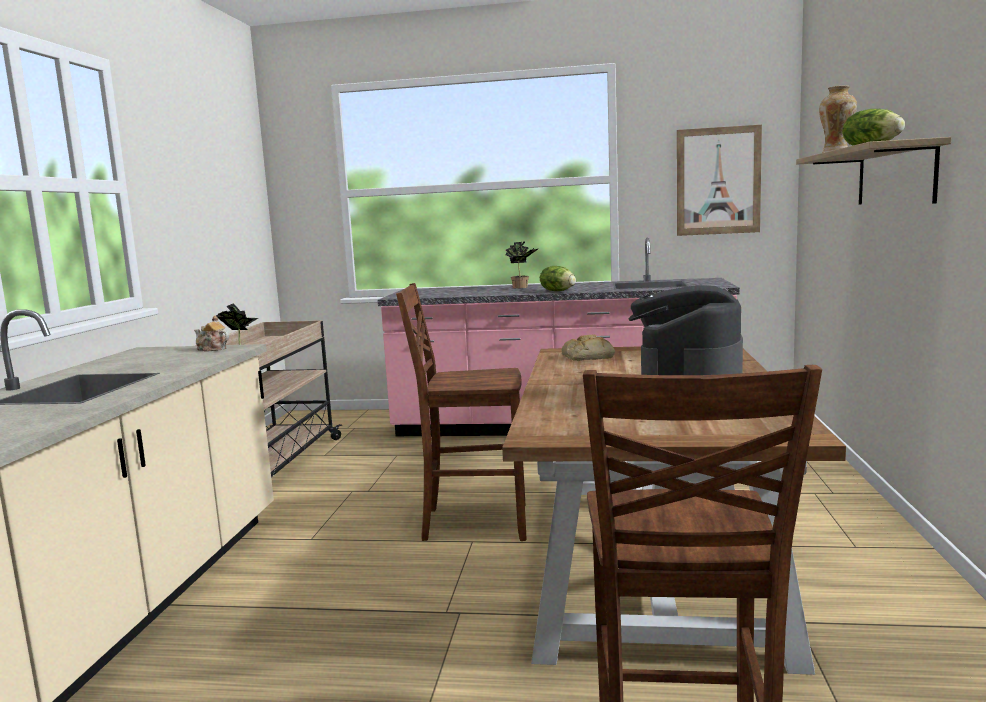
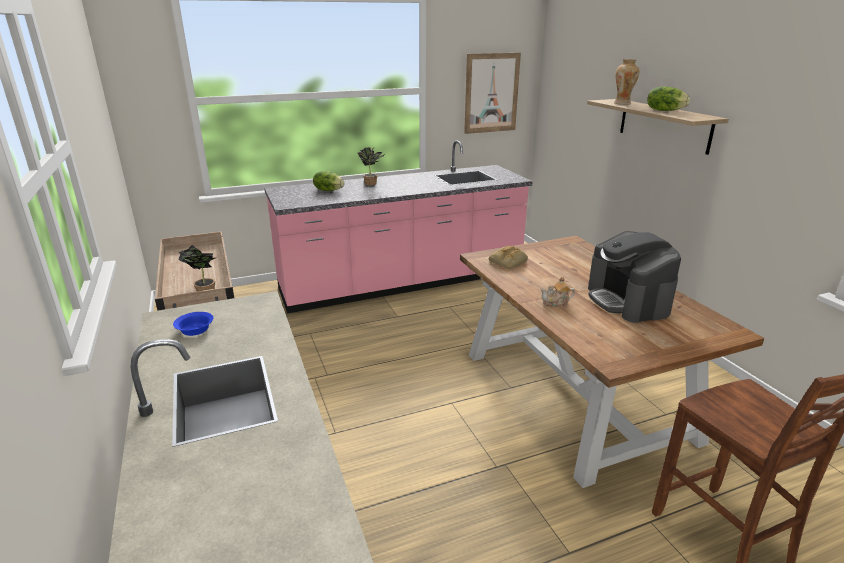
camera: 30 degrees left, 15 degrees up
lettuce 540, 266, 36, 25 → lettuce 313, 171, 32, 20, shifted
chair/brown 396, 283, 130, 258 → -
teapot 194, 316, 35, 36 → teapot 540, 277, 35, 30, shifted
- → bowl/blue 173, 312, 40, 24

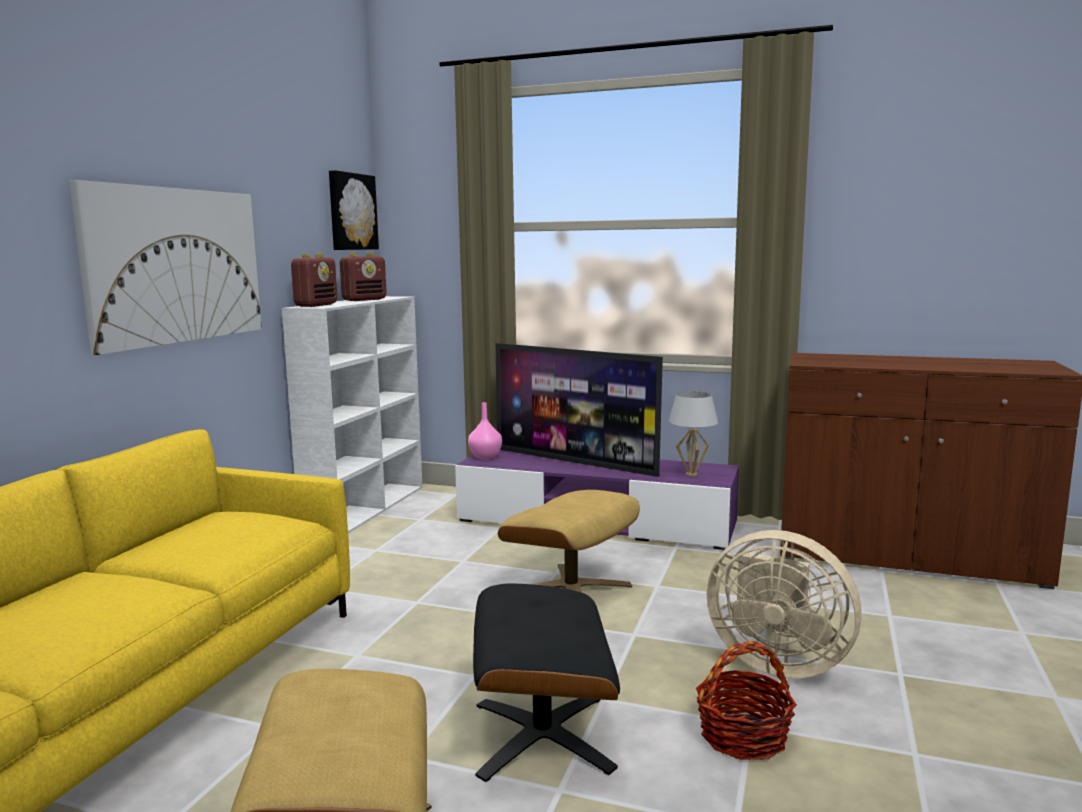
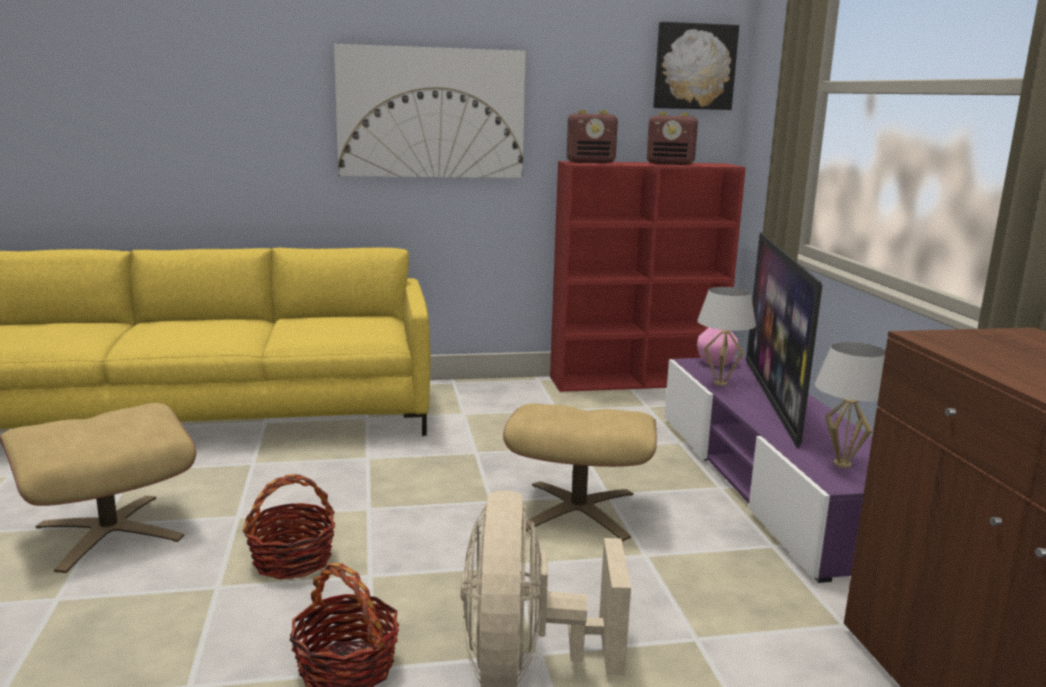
camera: 60 degrees right, 5 degrees up
bookcase/white 282, 296, 141, 237 → bookcase/red 550, 161, 196, 231
ottoman/black 473, 584, 147, 198 → basket 243, 474, 92, 106
- → table lamp/white 697, 287, 59, 99

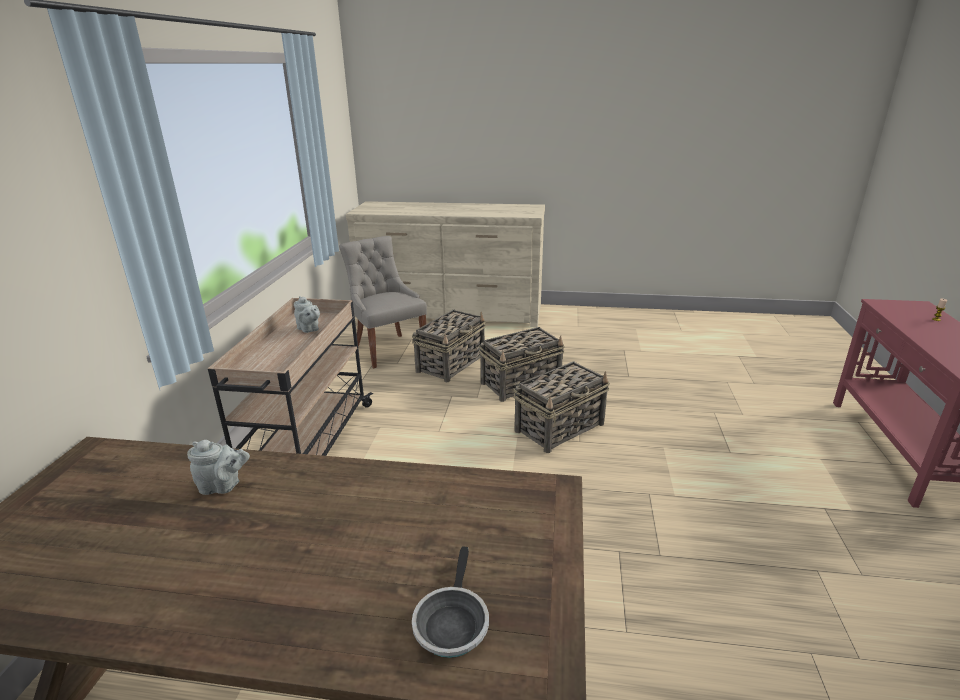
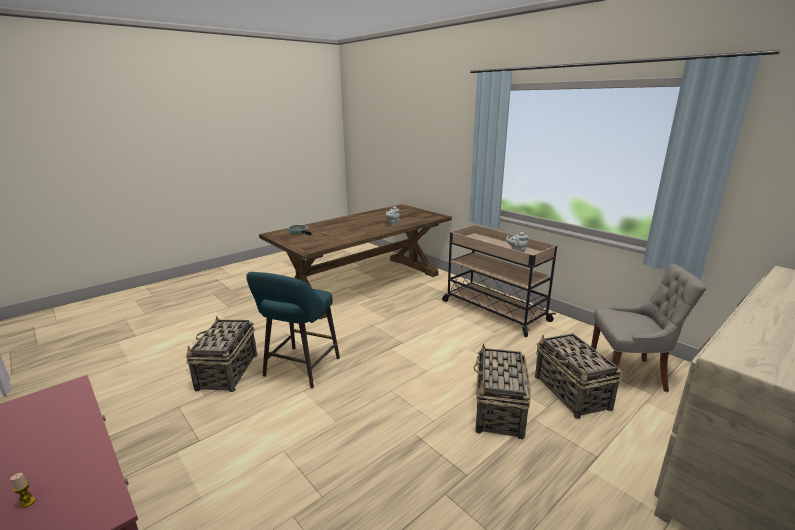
camera: 130 degrees right, 5 degrees down
basket 514, 361, 95, 92 → basket 186, 316, 71, 76, shifted
- → stool/turquoise 246, 272, 94, 116

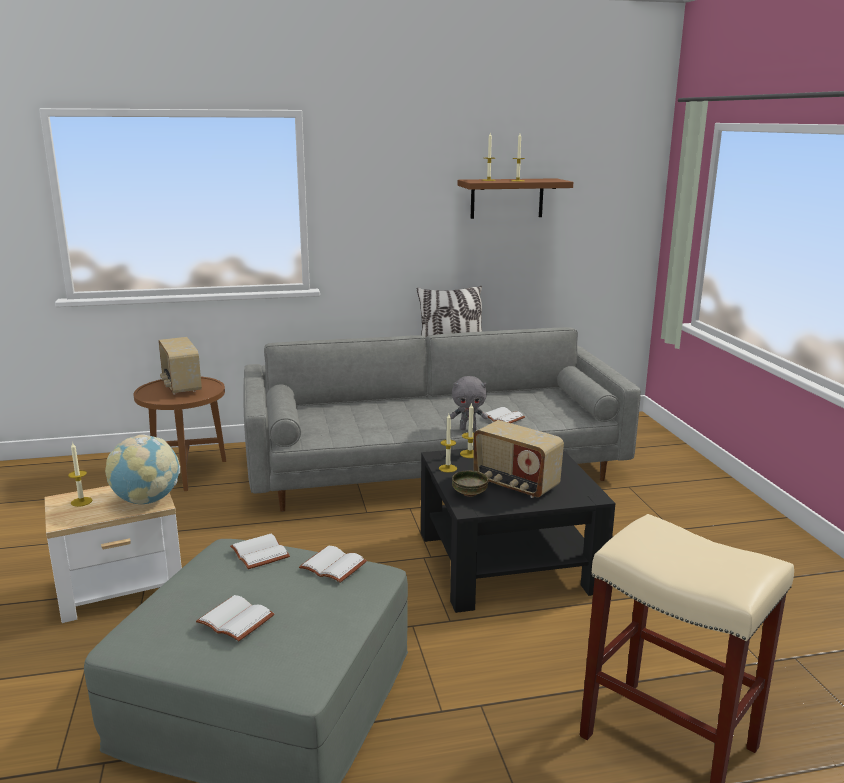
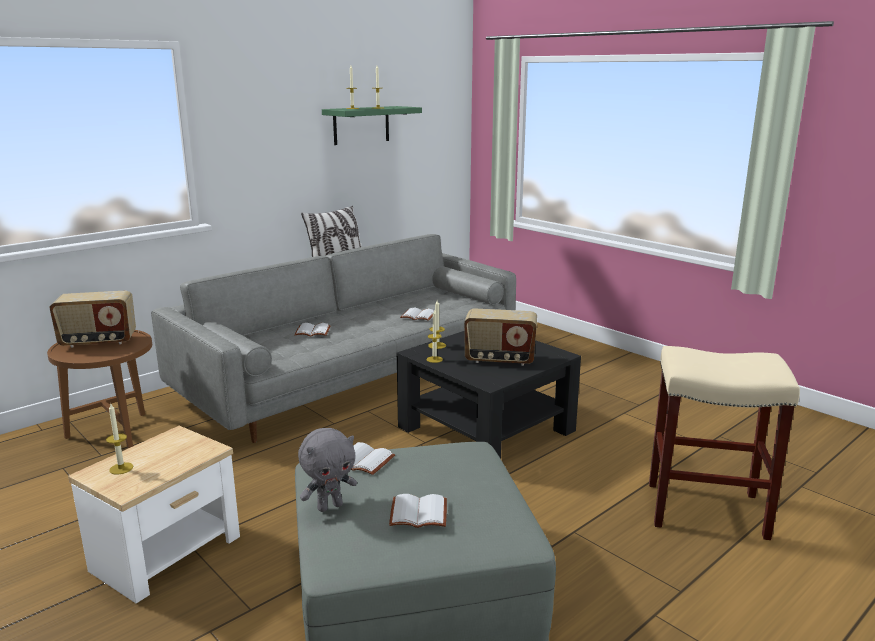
camera: 30 degrees left, 0 degrees up
shelf/brown 458, 178, 115, 41 → shelf/green 322, 106, 100, 39
radio 158, 337, 44, 58 → radio 49, 291, 87, 57, 45 degrees counterclockwise
plush toy/grey 450, 376, 38, 54 → plush toy/grey 298, 428, 59, 84, shifted
globe 105, 435, 75, 69 → -
bowl 452, 470, 36, 27 → -
book/white 299, 546, 68, 37 → book/white 294, 323, 37, 13, shifted

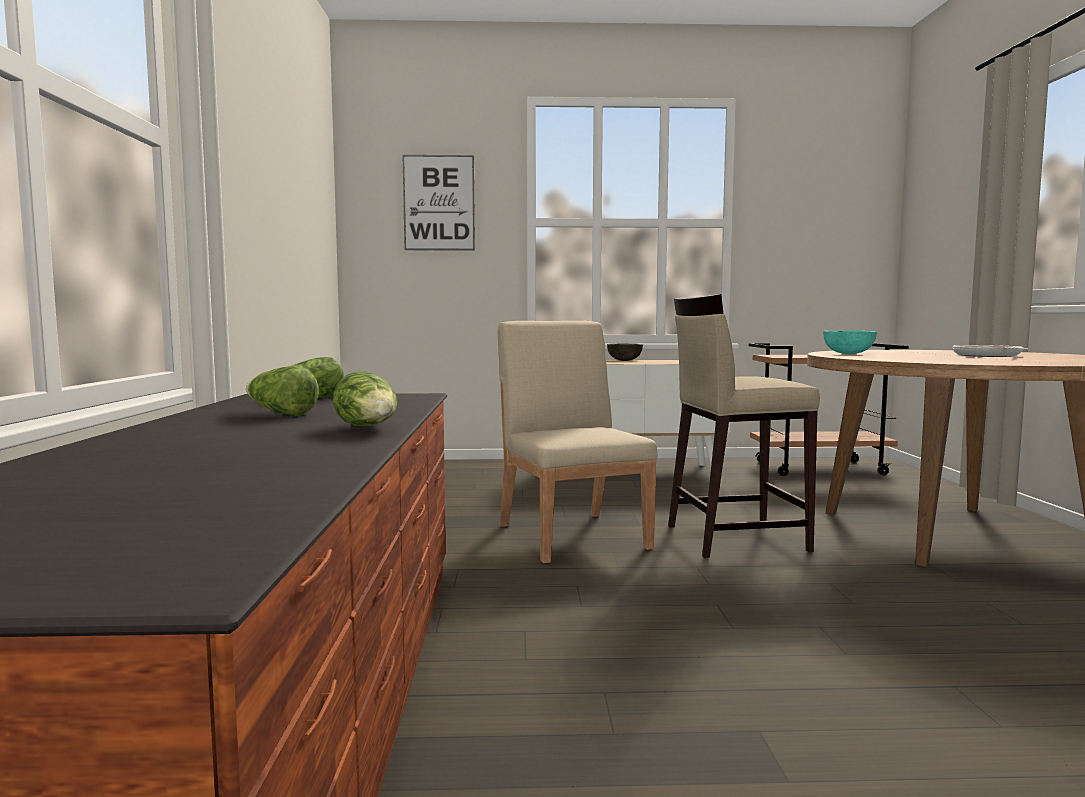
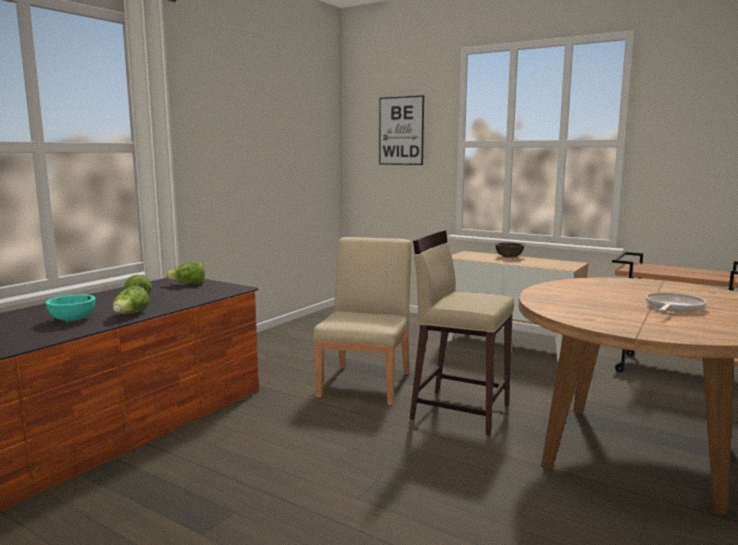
camera: 35 degrees right, 5 degrees up
bowl/turquoise 823, 331, 54, 23 → bowl/turquoise 45, 294, 51, 27, shifted

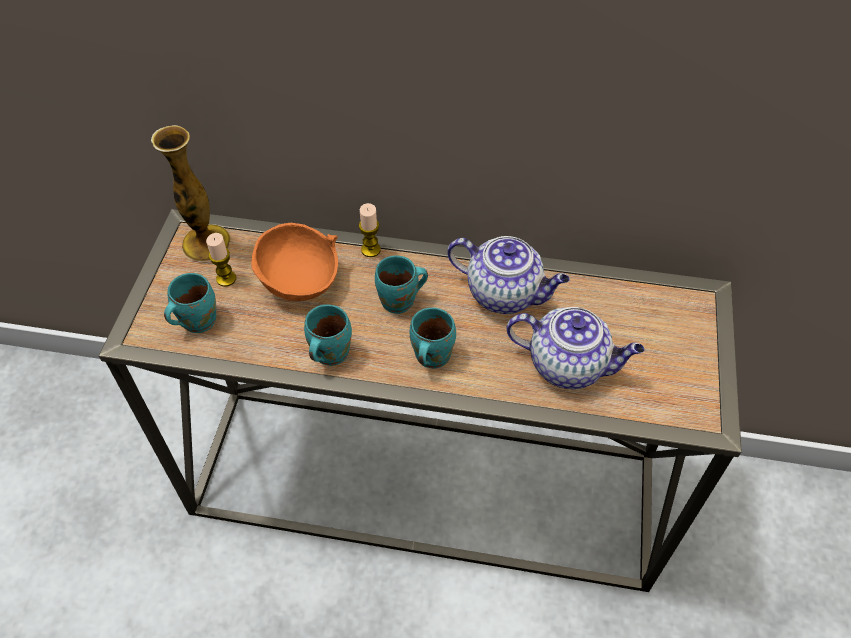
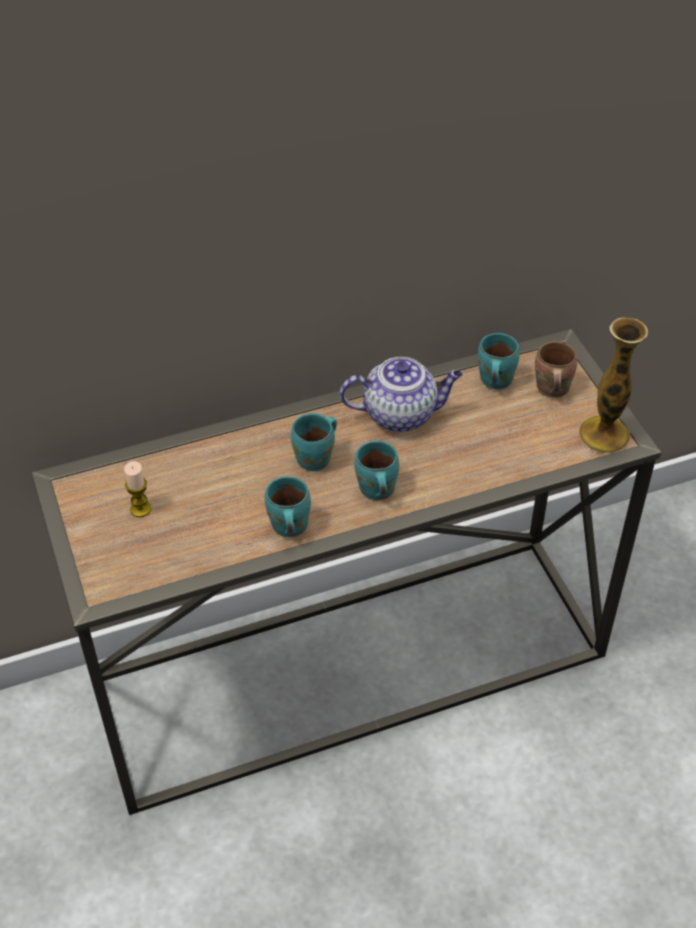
camera: 30 degrees left, 5 degrees down
vase 151, 125, 79, 137 → vase 579, 318, 69, 135, shifted
candle 359, 203, 22, 54 → -
bowl/orange 251, 223, 87, 78 → -
mug/turquoise 164, 273, 52, 60 → mug/turquoise 478, 333, 42, 57, shifted
teapot 506, 307, 138, 82 → -
- → mug/brown 535, 341, 42, 57

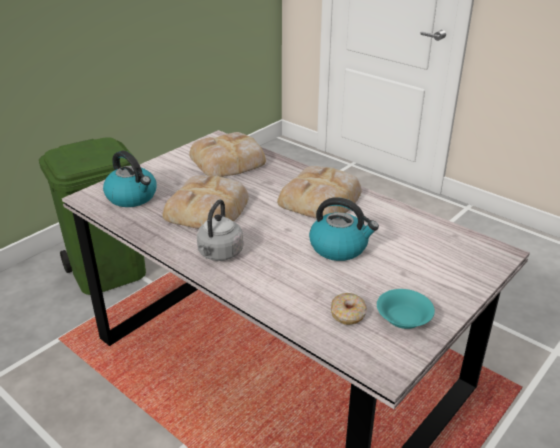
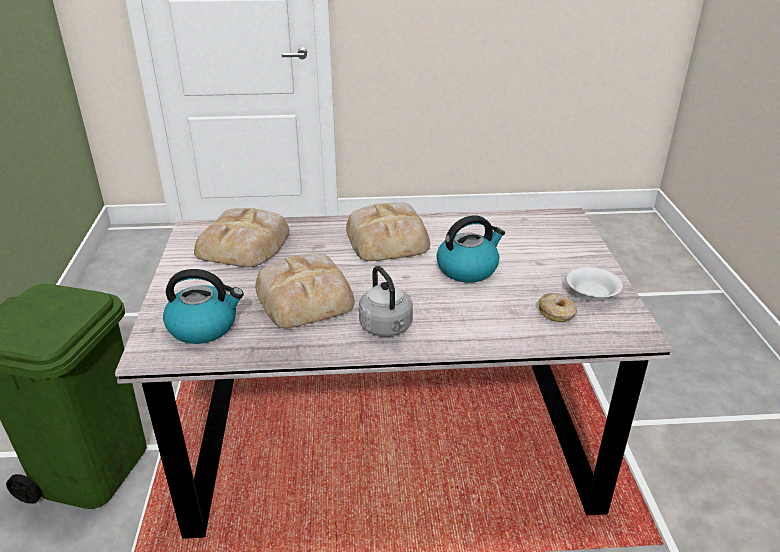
camera: 45 degrees left, 0 degrees up
bowl/turquoise 377, 289, 58, 40 → bowl/white 567, 267, 56, 35

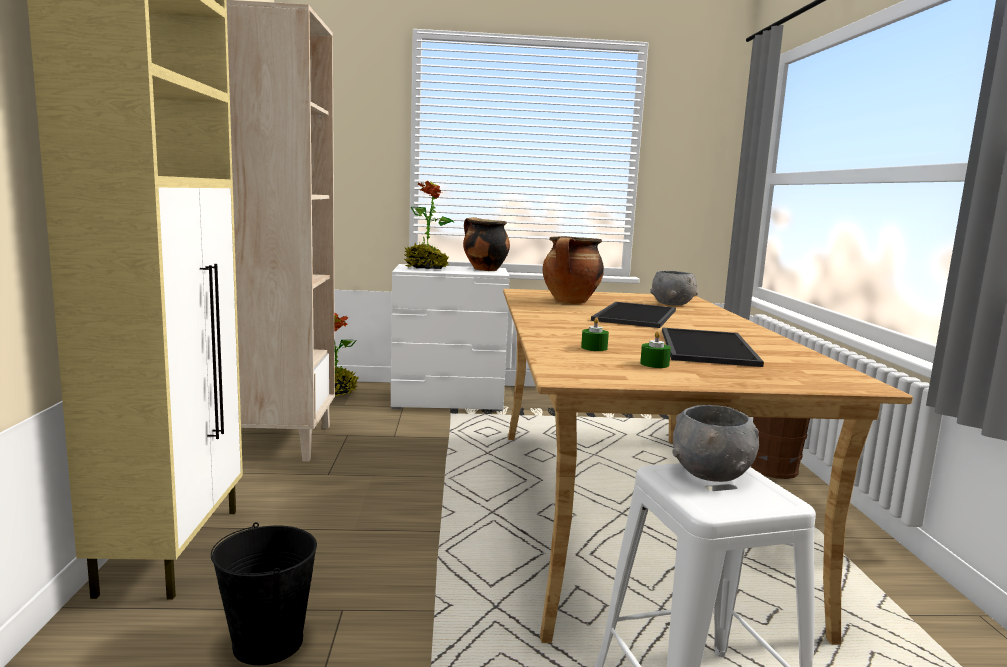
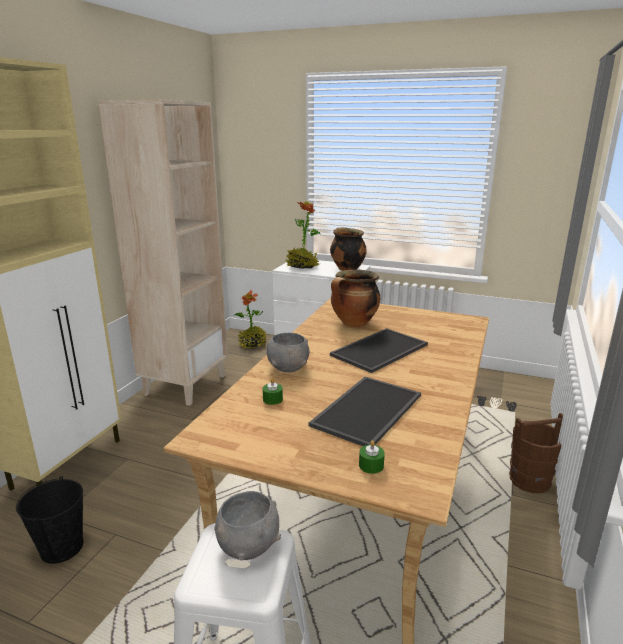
camera: 25 degrees right, 10 degrees up
bowl/grey 650, 271, 48, 35 → bowl/grey 267, 333, 43, 39, shifted
candle/green 640, 331, 31, 37 → candle/green 359, 440, 26, 34, shifted

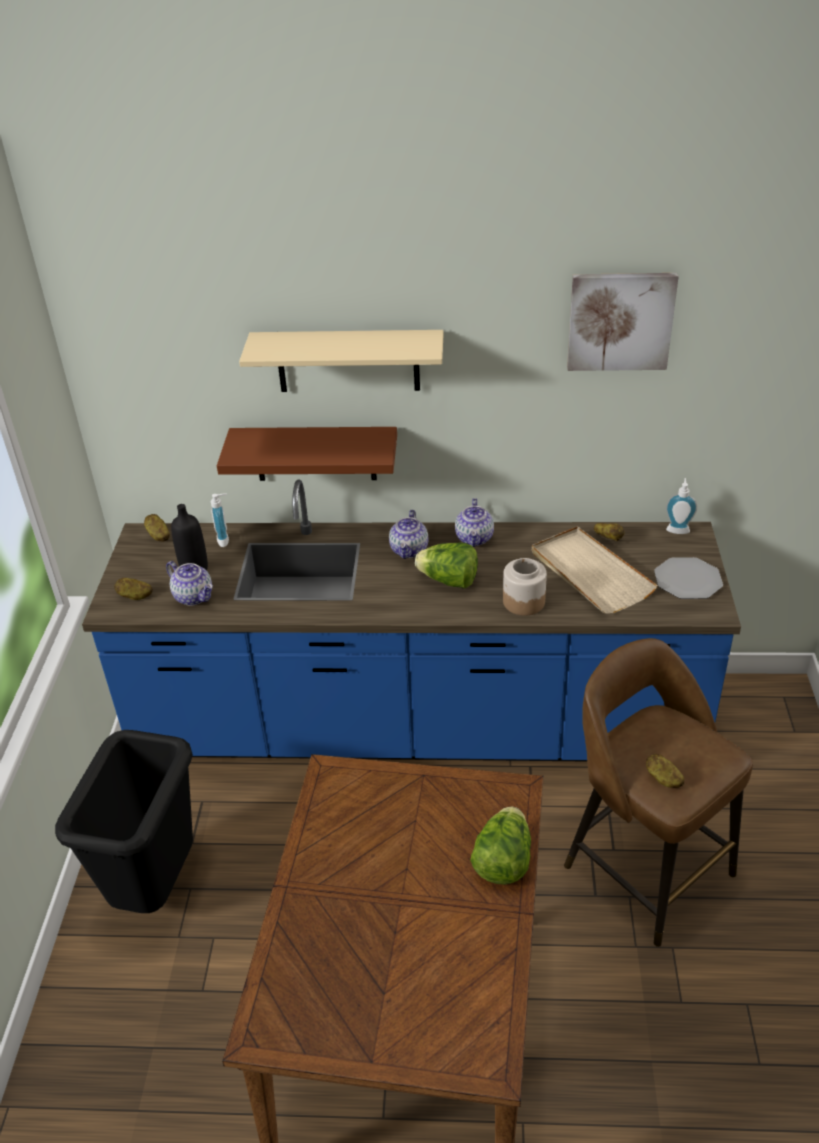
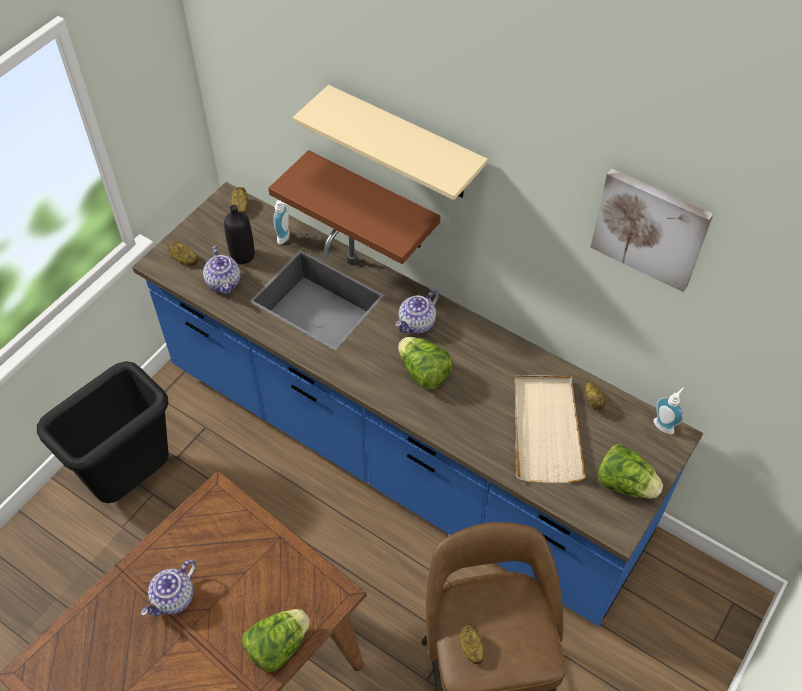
camera: 30 degrees right, 15 degrees up
teapot 455, 498, 39, 49 → teapot 141, 560, 55, 56, shifted
plate 654, 557, 69, 42 → lettuce 597, 444, 66, 55
jar 503, 558, 44, 58 → -

